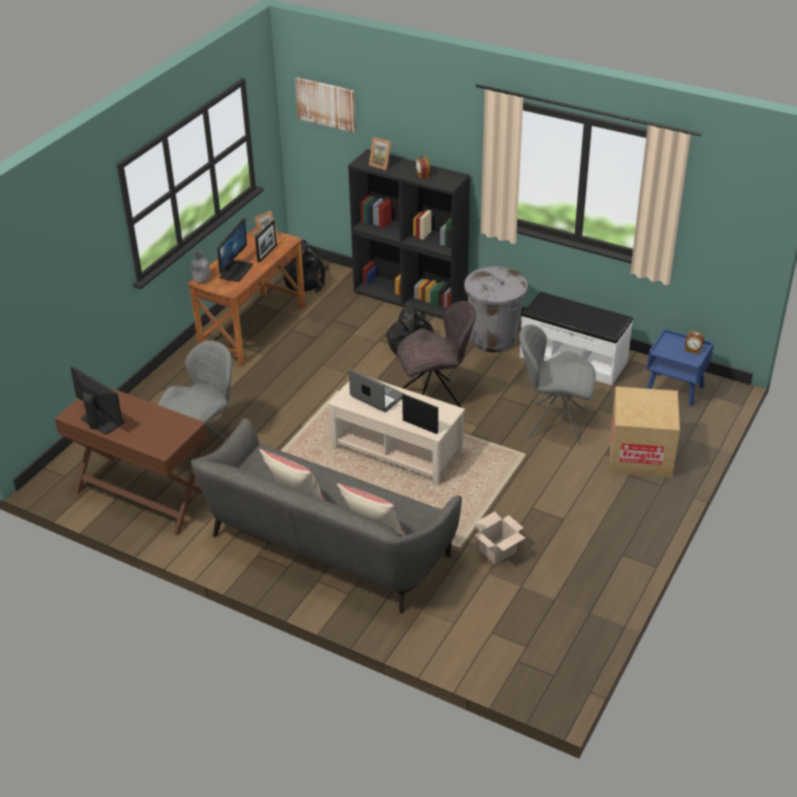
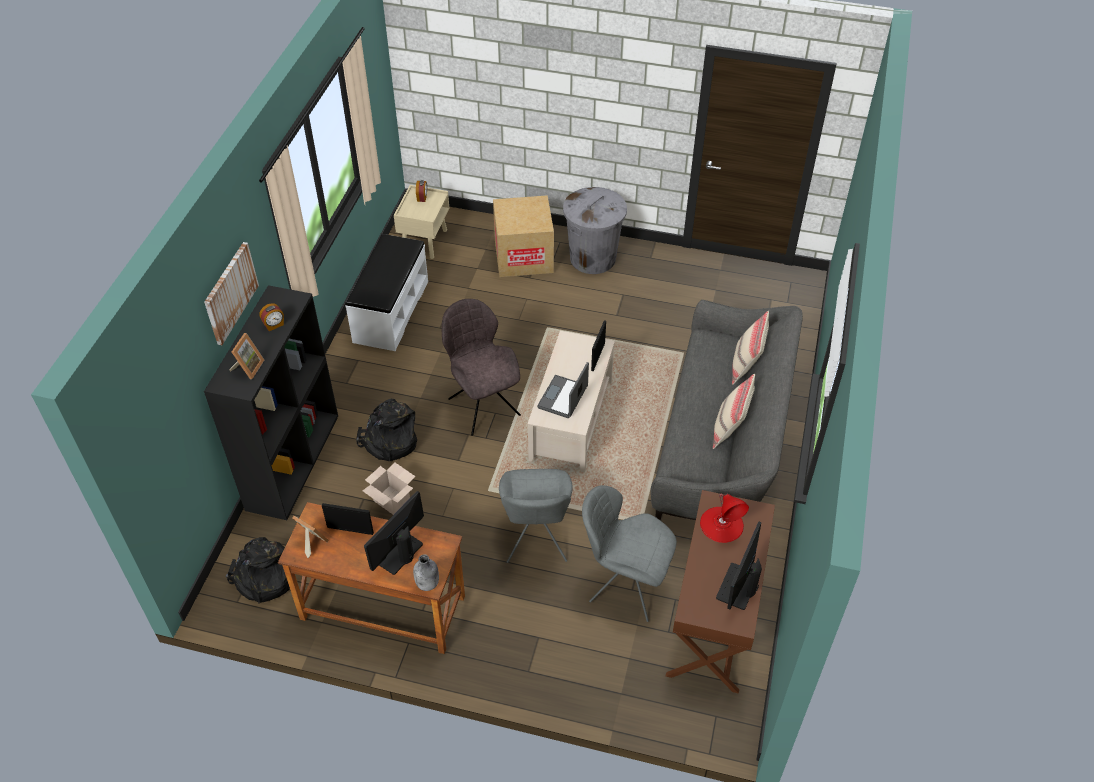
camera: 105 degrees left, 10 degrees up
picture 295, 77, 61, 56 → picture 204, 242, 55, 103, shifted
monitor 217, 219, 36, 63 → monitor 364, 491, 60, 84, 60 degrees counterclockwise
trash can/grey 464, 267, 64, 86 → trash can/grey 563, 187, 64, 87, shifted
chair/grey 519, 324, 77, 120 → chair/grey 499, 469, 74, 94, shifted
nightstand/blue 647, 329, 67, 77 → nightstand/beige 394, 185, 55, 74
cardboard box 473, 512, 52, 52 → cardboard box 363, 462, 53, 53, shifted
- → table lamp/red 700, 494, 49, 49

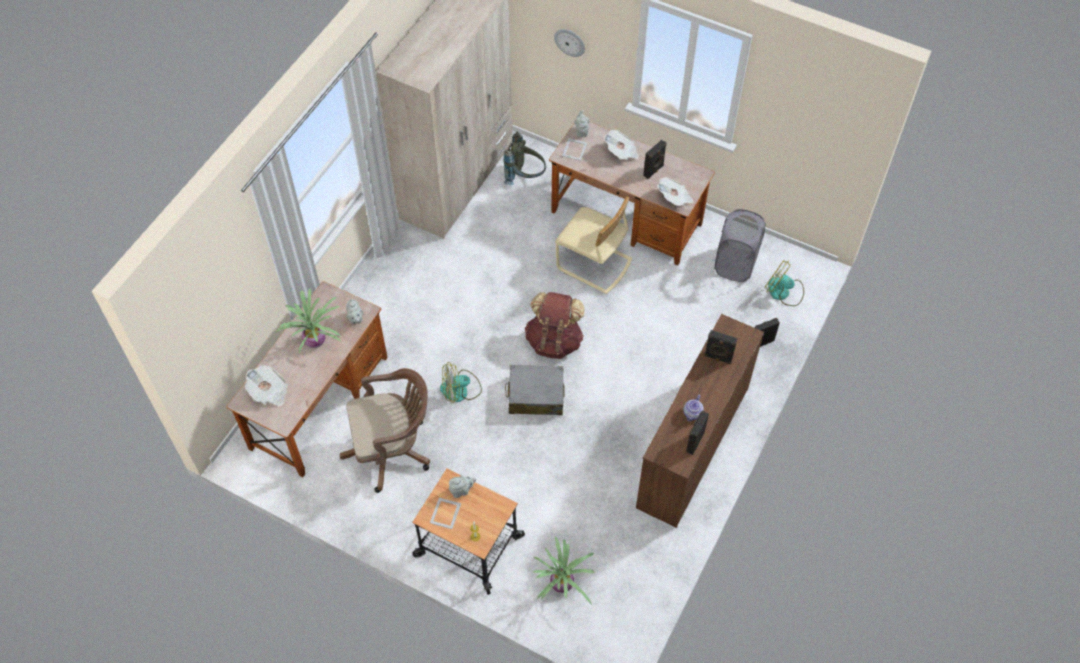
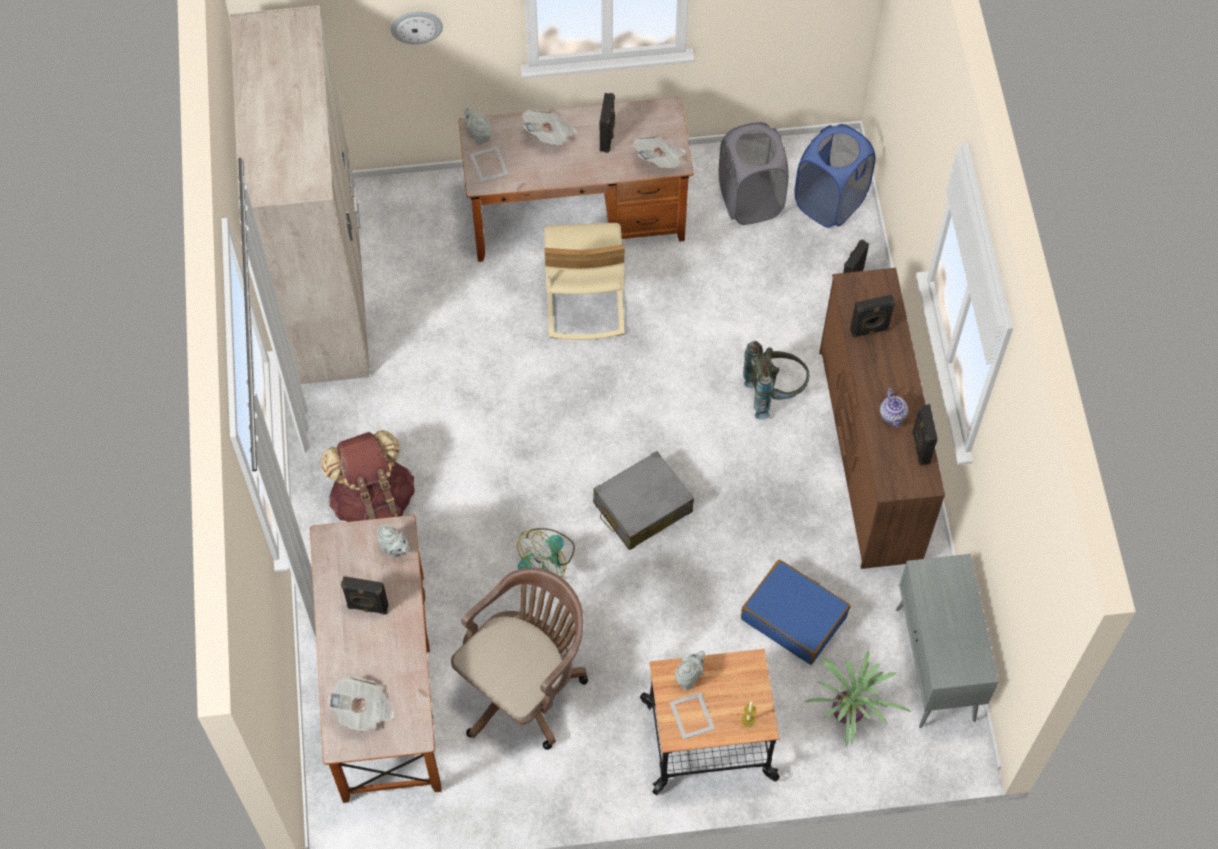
camera: 35 degrees left, 5 degrees up
backpack/grey 503, 132, 43, 53 → backpack/grey 743, 341, 67, 79, shifted
chair/beige 555, 196, 77, 98 → chair/beige 544, 223, 81, 117, 90 degrees clockwise
fan 764, 260, 40, 46 → laundry basket/blue 794, 124, 82, 104
potted plant 276, 289, 65, 64 → speaker/black 341, 576, 48, 38
backpack/brown 525, 292, 60, 67 → backpack/brown 321, 430, 94, 92, shifted
- → cabinet/grey 896, 554, 103, 174
- → suitcase/blue 741, 560, 109, 105

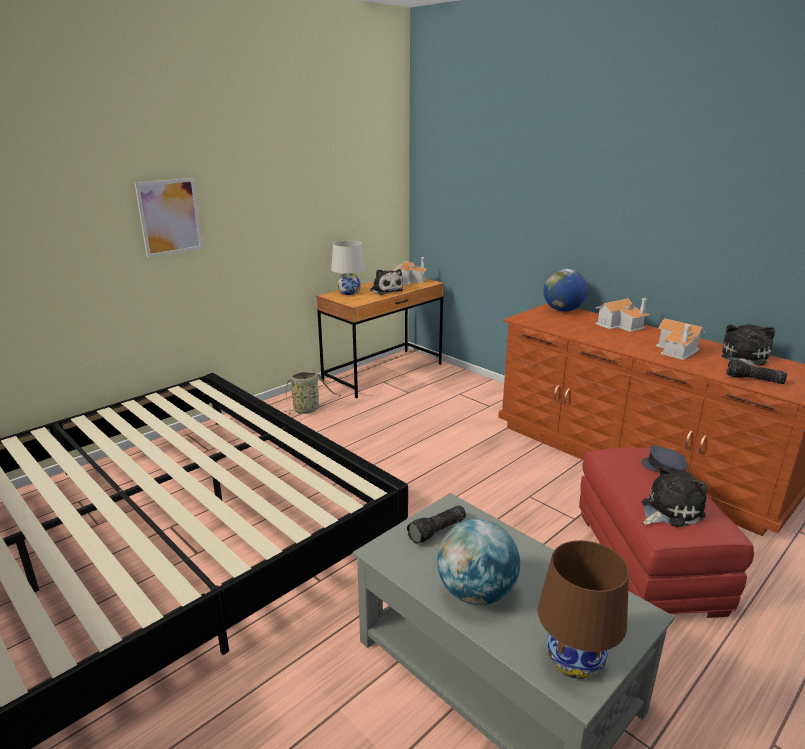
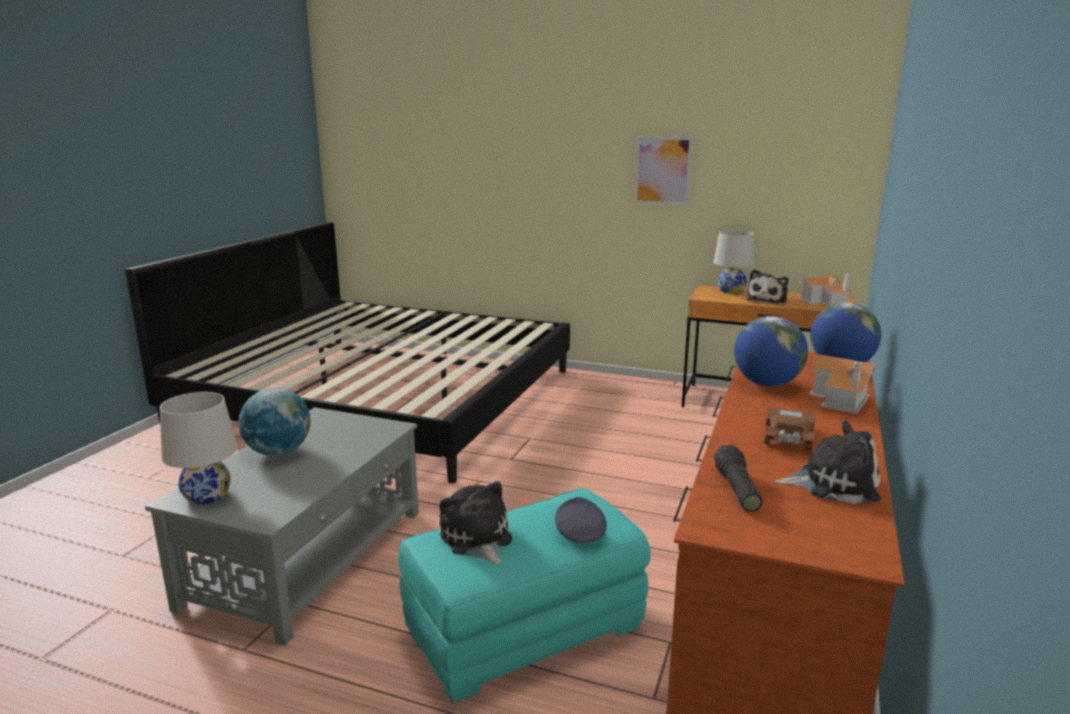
camera: 65 degrees right, 5 degrees down
picture 135, 178, 68, 79 → picture 634, 136, 59, 70, shifted
toy house 656, 318, 49, 42 → toy car/brown 764, 408, 52, 43
basket 284, 372, 57, 43 → -
ottoman/red 579, 447, 175, 171 → ottoman/turquoise 398, 488, 253, 215
plush toy 642, 465, 65, 62 → plush toy 439, 481, 73, 84, 150 degrees counterclockwise
flashlight 407, 505, 59, 39 → -
table lamp/brown 538, 540, 91, 139 → table lamp/white 160, 392, 78, 113
- → globe 734, 316, 74, 71

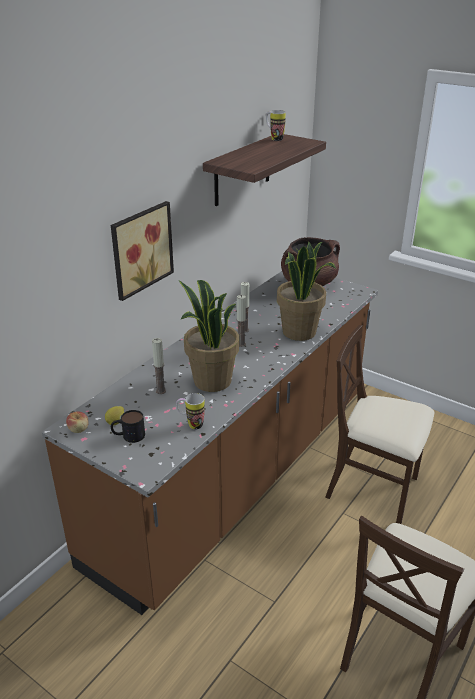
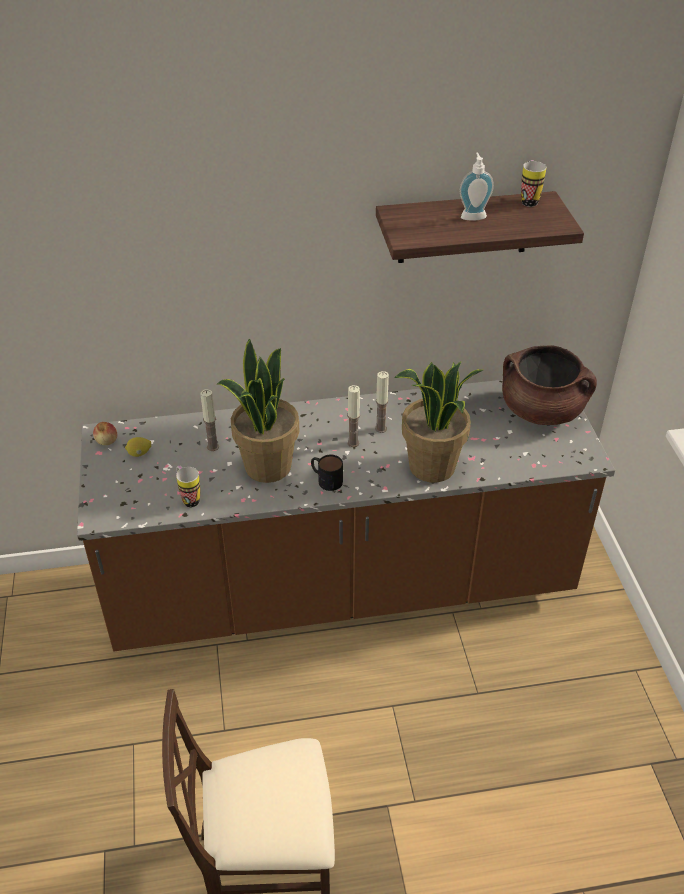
camera: 45 degrees right, 10 degrees up
picture 111, 201, 63, 100 → -
chair/beige 325, 325, 109, 199 → -
mug 111, 410, 34, 33 → mug 311, 455, 32, 36, shifted
- → soap dispenser 459, 152, 35, 69

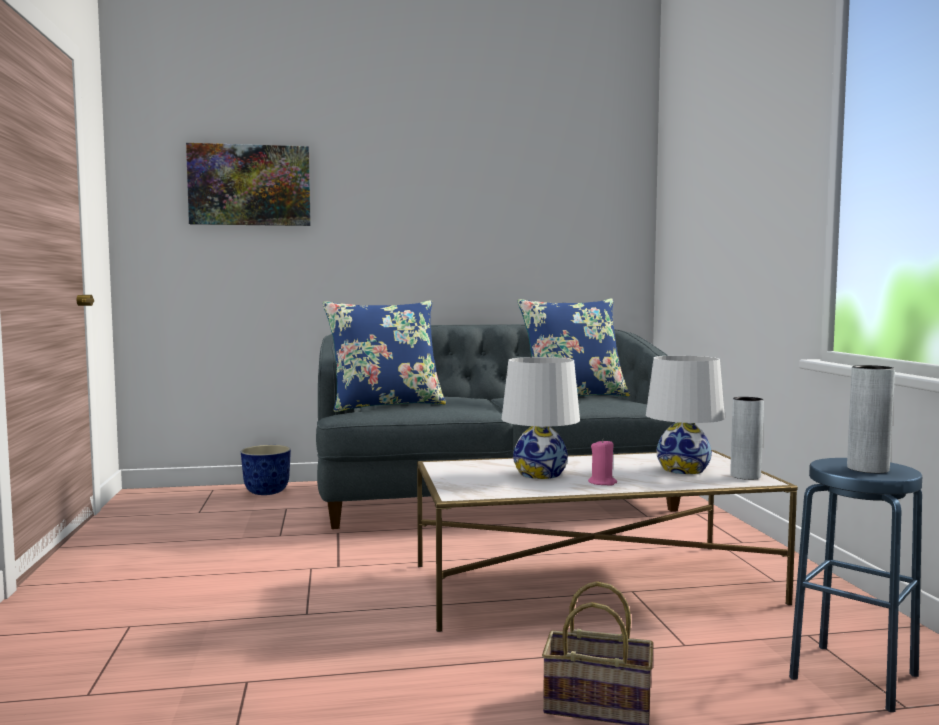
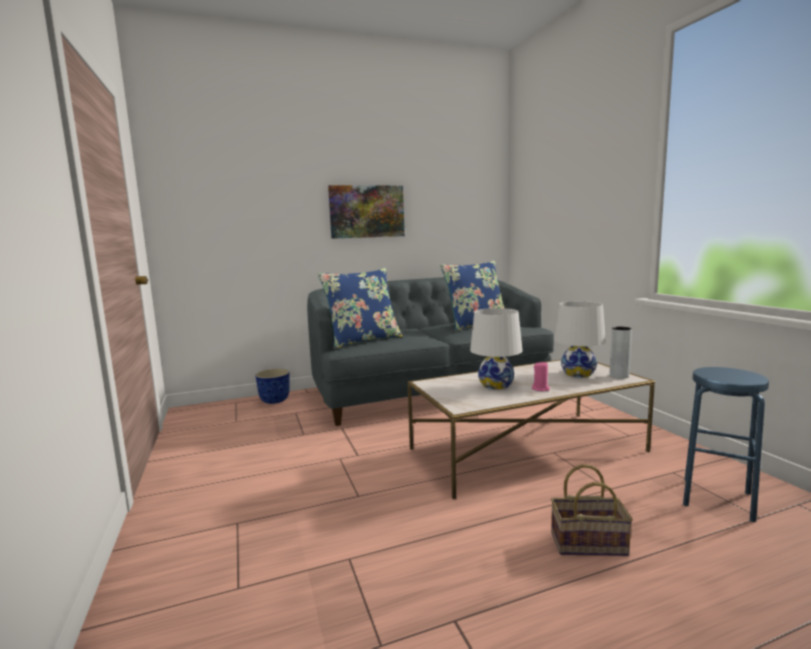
camera: 10 degrees left, 5 degrees up
picture 186, 143, 125, 83 → picture 328, 185, 77, 54, shifted
vase/grey 847, 365, 48, 108 → -

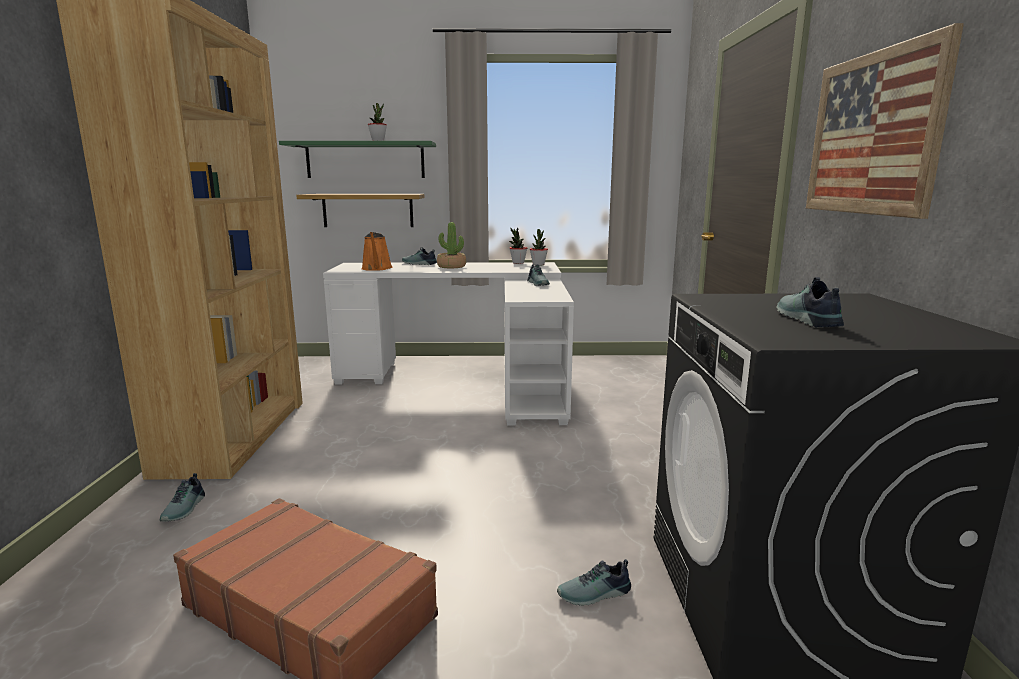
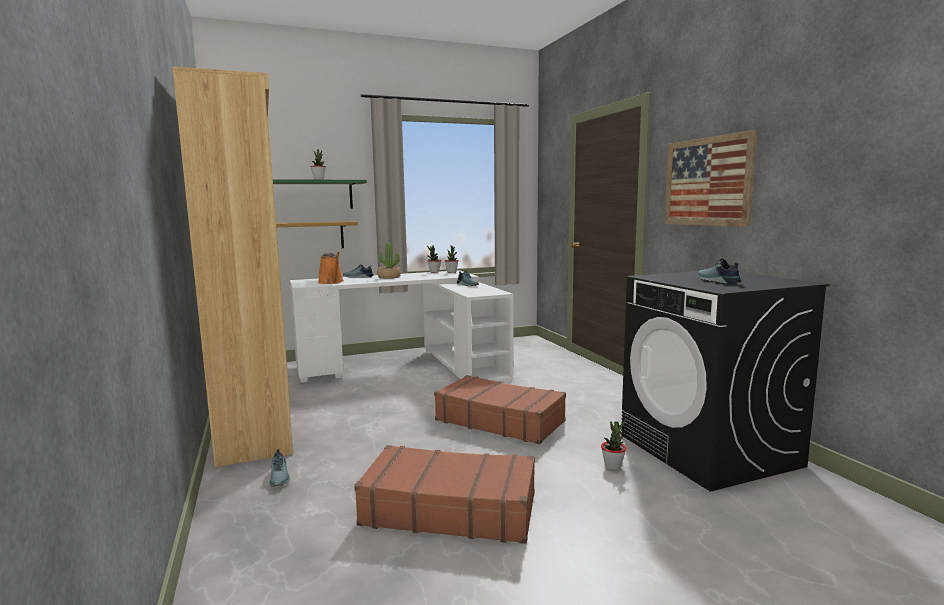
camera: 20 degrees left, 5 degrees down
shoe 557, 559, 74, 47 → potted plant 601, 420, 25, 50
- → suitcase/brown 434, 375, 132, 69

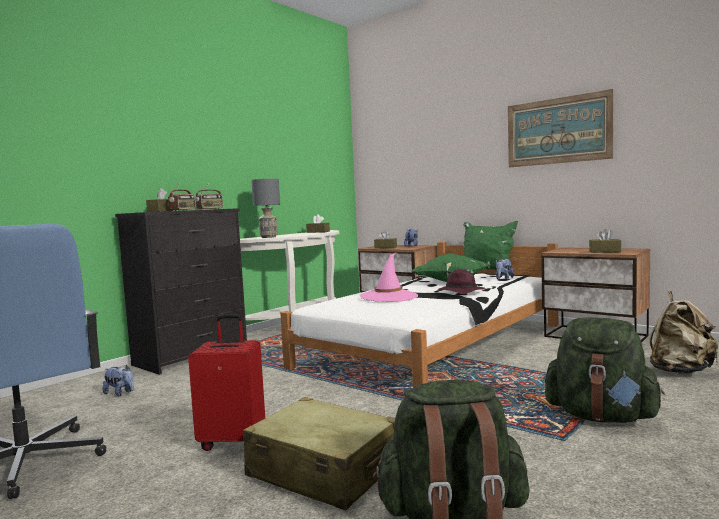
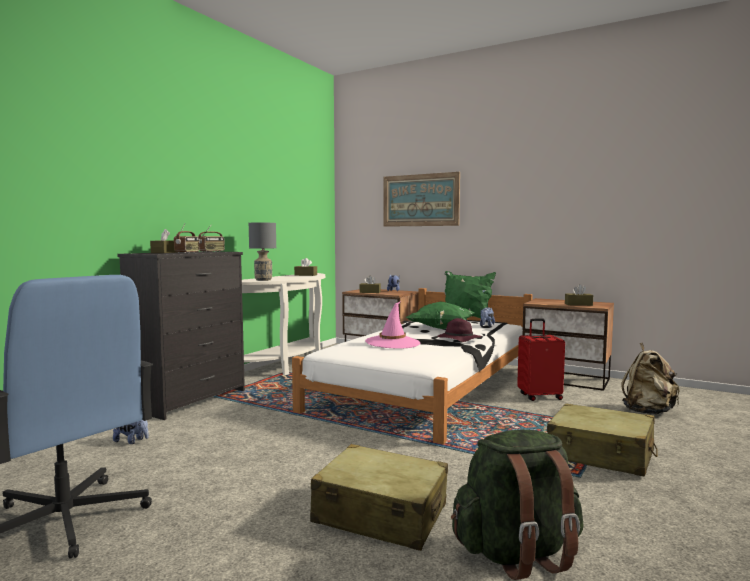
camera: 10 degrees left, 0 degrees up
picture 508, 89, 106, 78 → picture 383, 172, 77, 55, shifted
suitcase/red 188, 314, 77, 137 → suitcase/red 517, 318, 48, 83, shifted
backpack/green 545, 318, 120, 105 → suitcase/beige 547, 403, 111, 74

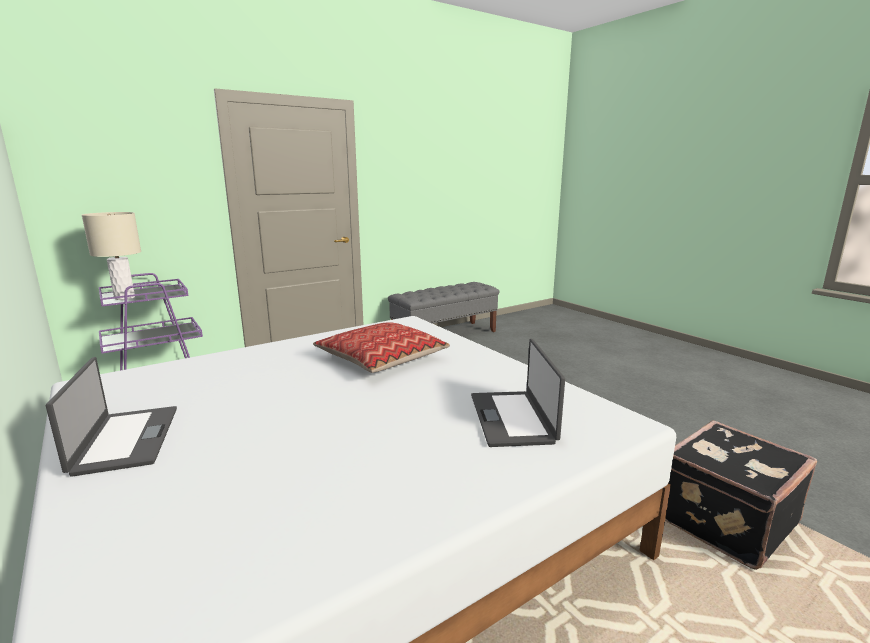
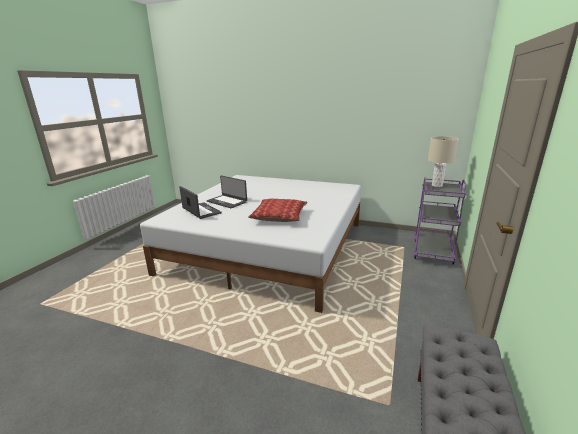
camera: 145 degrees right, 5 degrees up
laptop 46, 357, 131, 120 → laptop 207, 175, 40, 33, shifted
suitcase/black 665, 420, 152, 150 → -

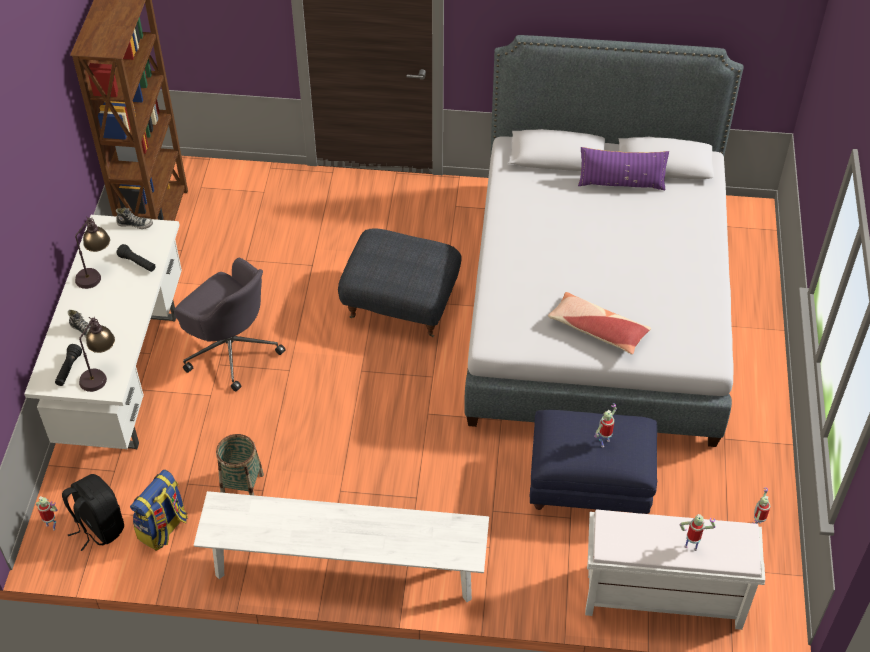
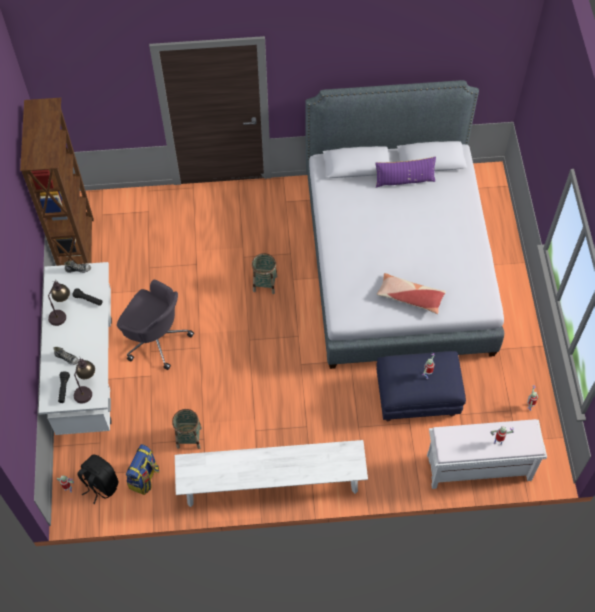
camera: 10 degrees left, 10 degrees up
ottoman/grey 338, 228, 124, 109 → basket 252, 253, 25, 41

